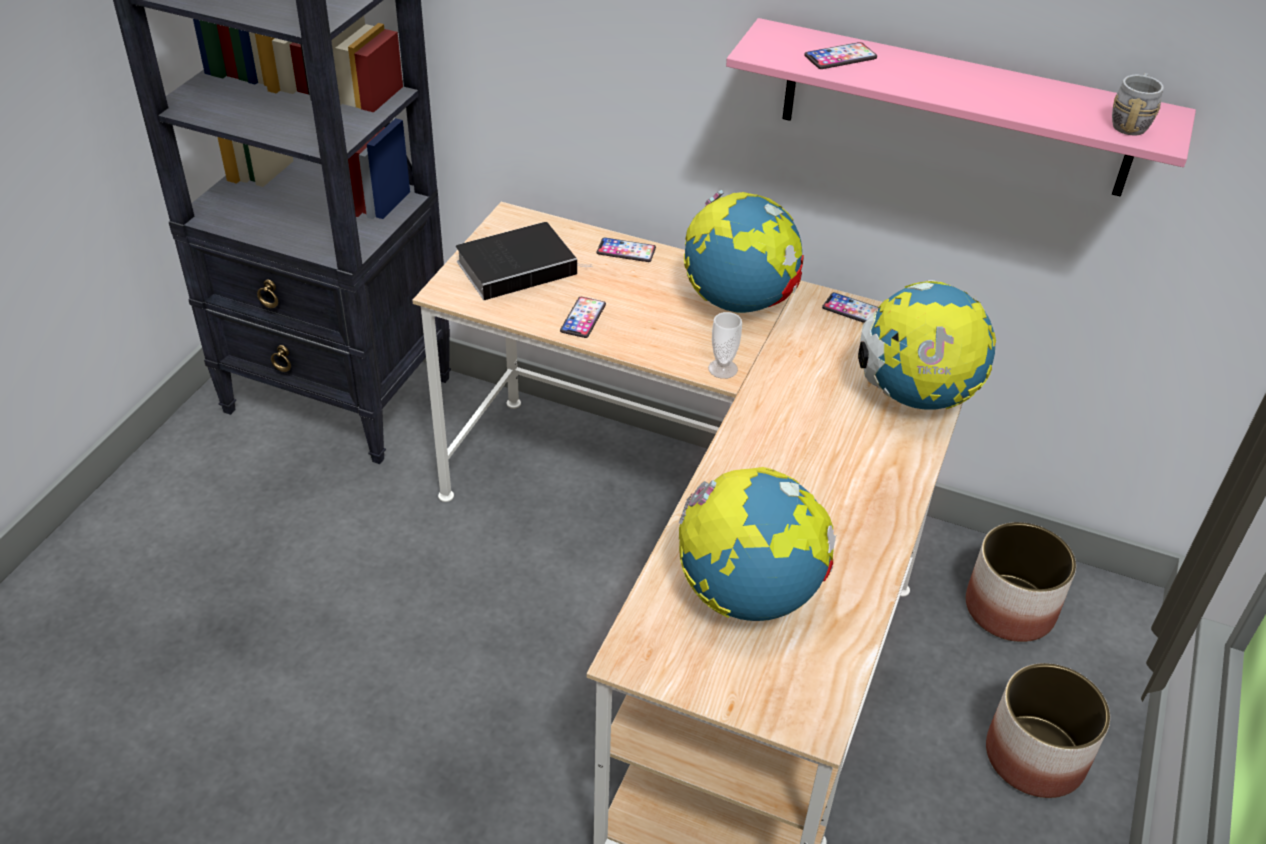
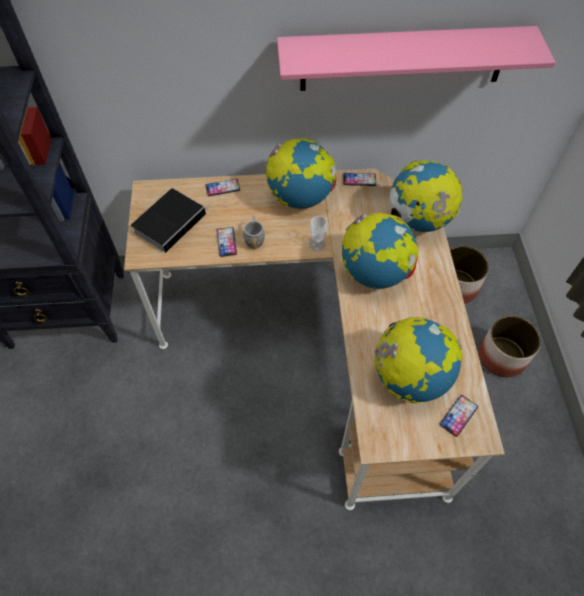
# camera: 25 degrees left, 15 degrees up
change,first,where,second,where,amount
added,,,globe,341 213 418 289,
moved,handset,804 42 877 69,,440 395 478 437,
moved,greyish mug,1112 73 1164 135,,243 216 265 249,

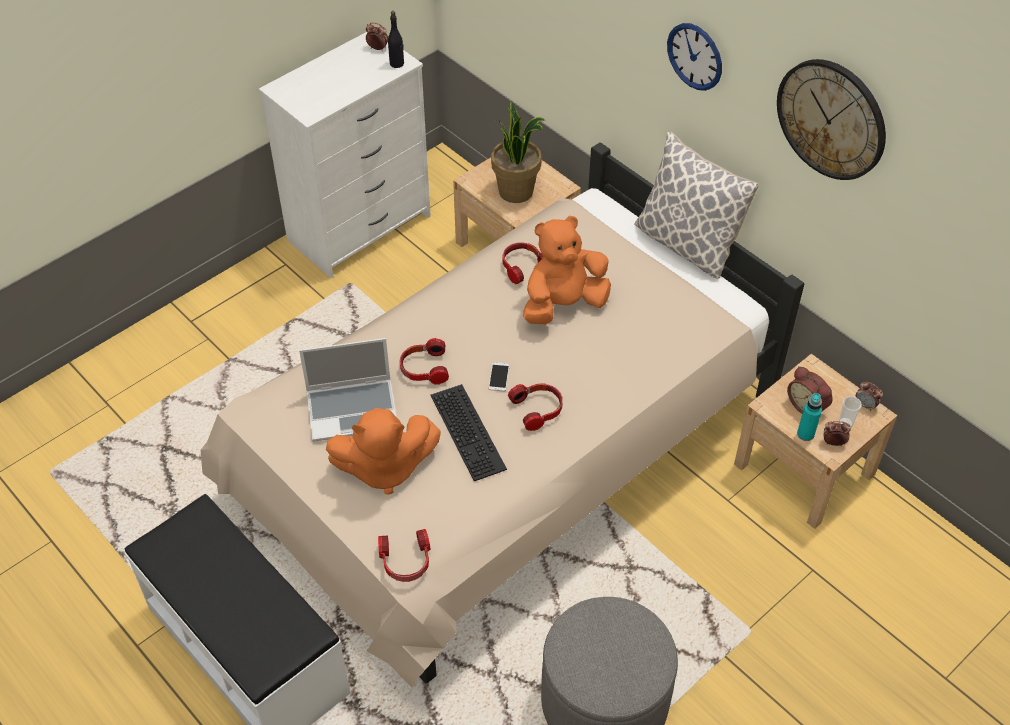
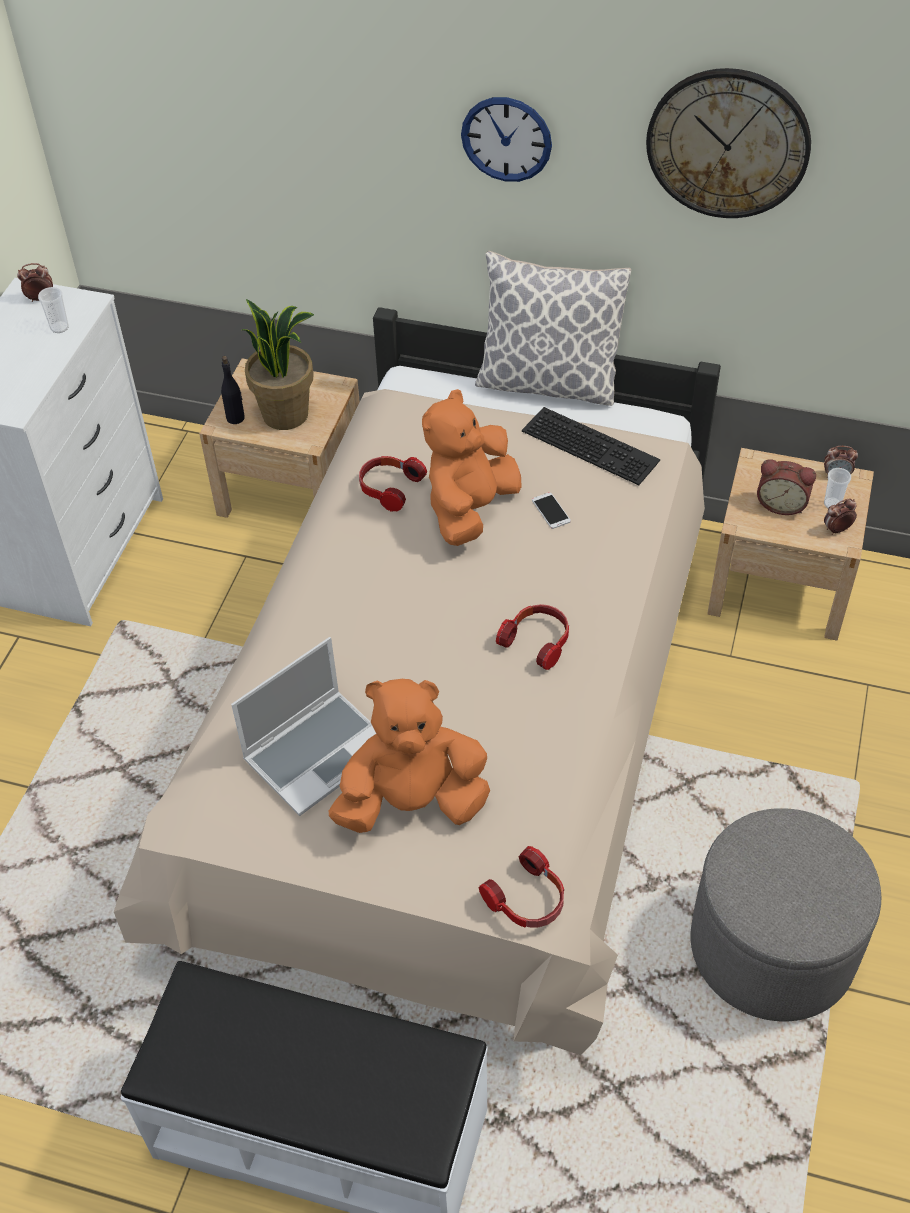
# camera: 30 degrees left, 0 degrees up
change,first,where,second,where,amount
removed,headphones,400 338 449 385,,,
removed,blue-green drink bottle,797 393 822 441,,,
added,,,small cup,38 287 69 333,
moved,black drink bottle,388 11 404 68,,221 356 245 424,
moved,computer keyboard,431 384 507 481,,522 407 660 485,
moved,handset,489 362 510 391,,532 492 571 529,
turned,orangey cuddly toy,326 408 441 495,,329 679 490 833,150 degrees counterclockwise

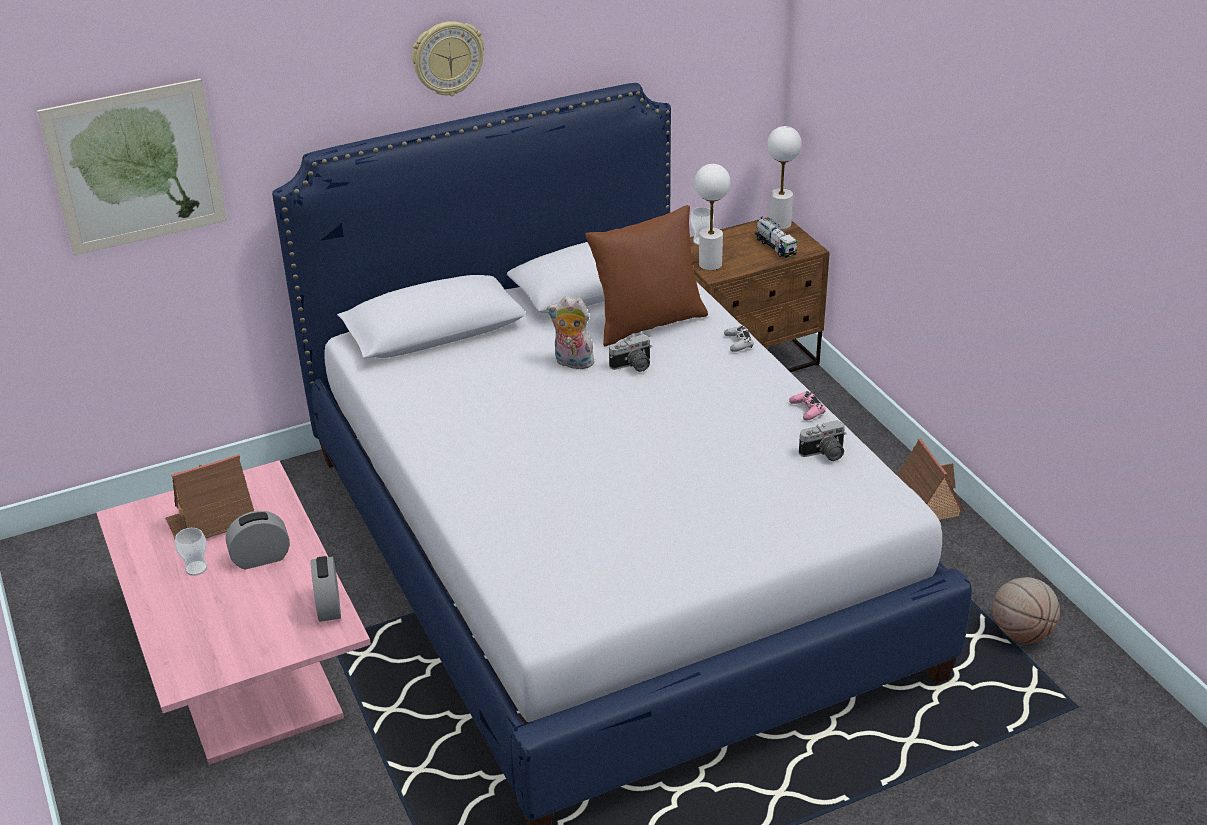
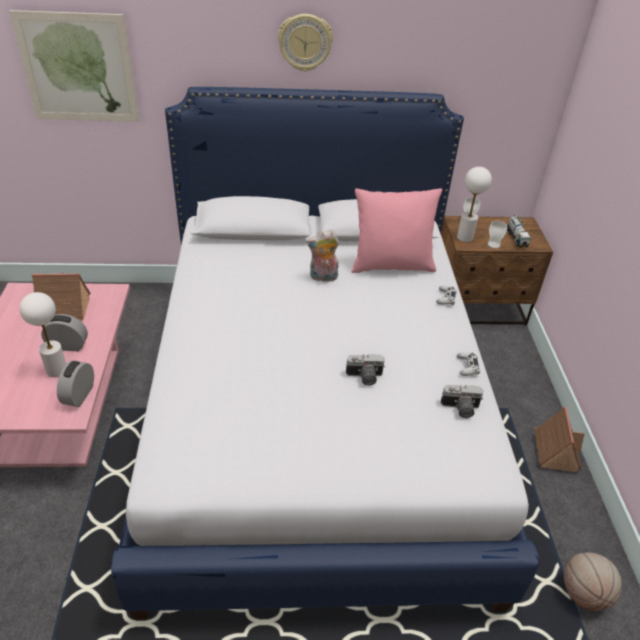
# camera: 20 degrees right, 5 degrees up
change,first,where,second,where,amount
moved,small cup,175 528 207 576,,488 221 507 249,
moved,still camera,609 334 652 372,,346 354 385 386,
moved,white table lamp,767 126 802 230,,20 292 66 377,
recoloured,brown cushion,585 205 708 347,pink-coloured cushion,352 189 442 273,
recoloured,pink-coloured game controller,789 391 826 420,white game controller,457 352 480 376,
turned,cuddly toy,547 296 594 369,,306 230 339 282,45 degrees counterclockwise

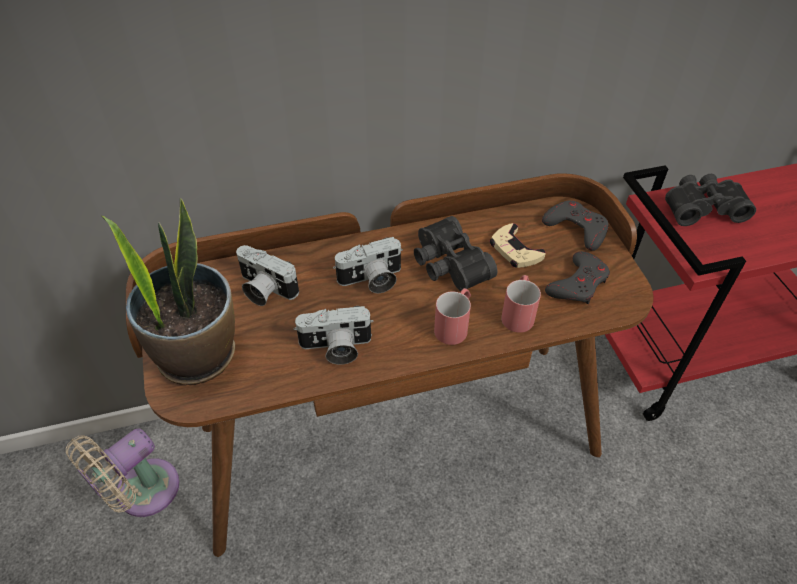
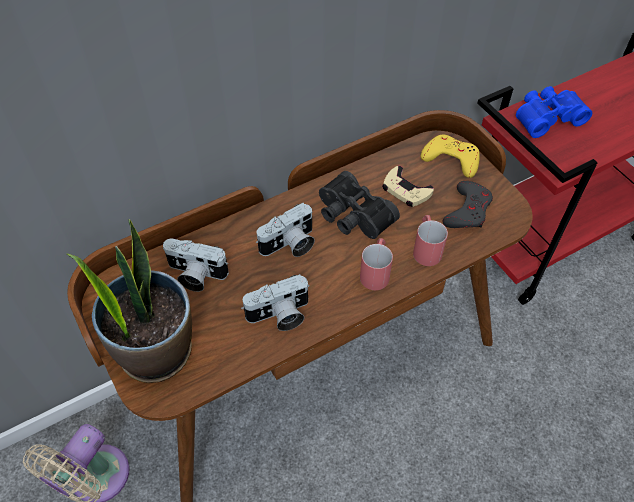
# camera: 15 degrees left, 5 degrees up
change,first,where,second,where,amount
recoloured,greyish game controller,542 200 609 251,yellow game controller,421 135 480 178,
recoloured,black pair of binoculars,665 173 756 226,blue-coloured pair of binoculars,516 86 592 138,

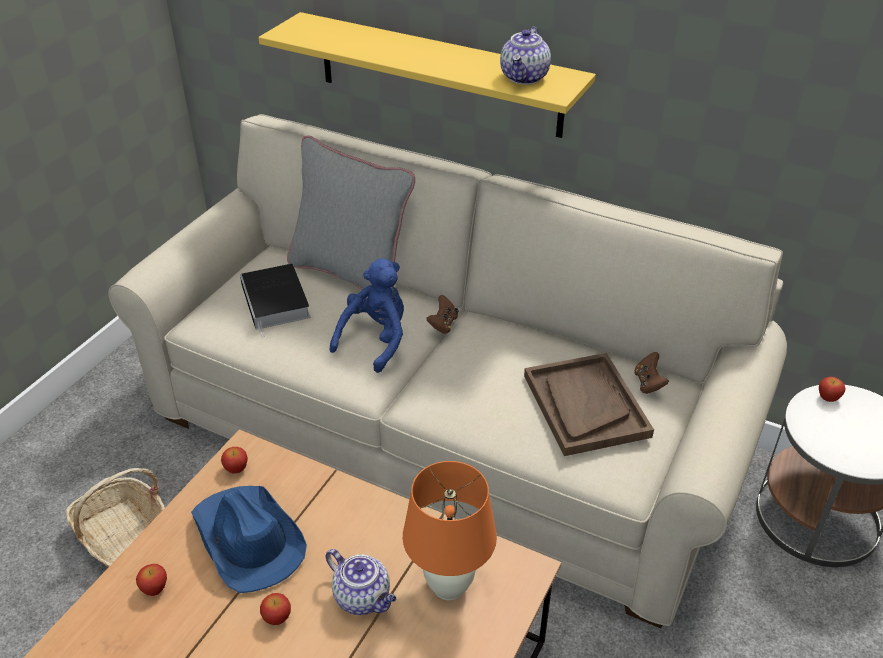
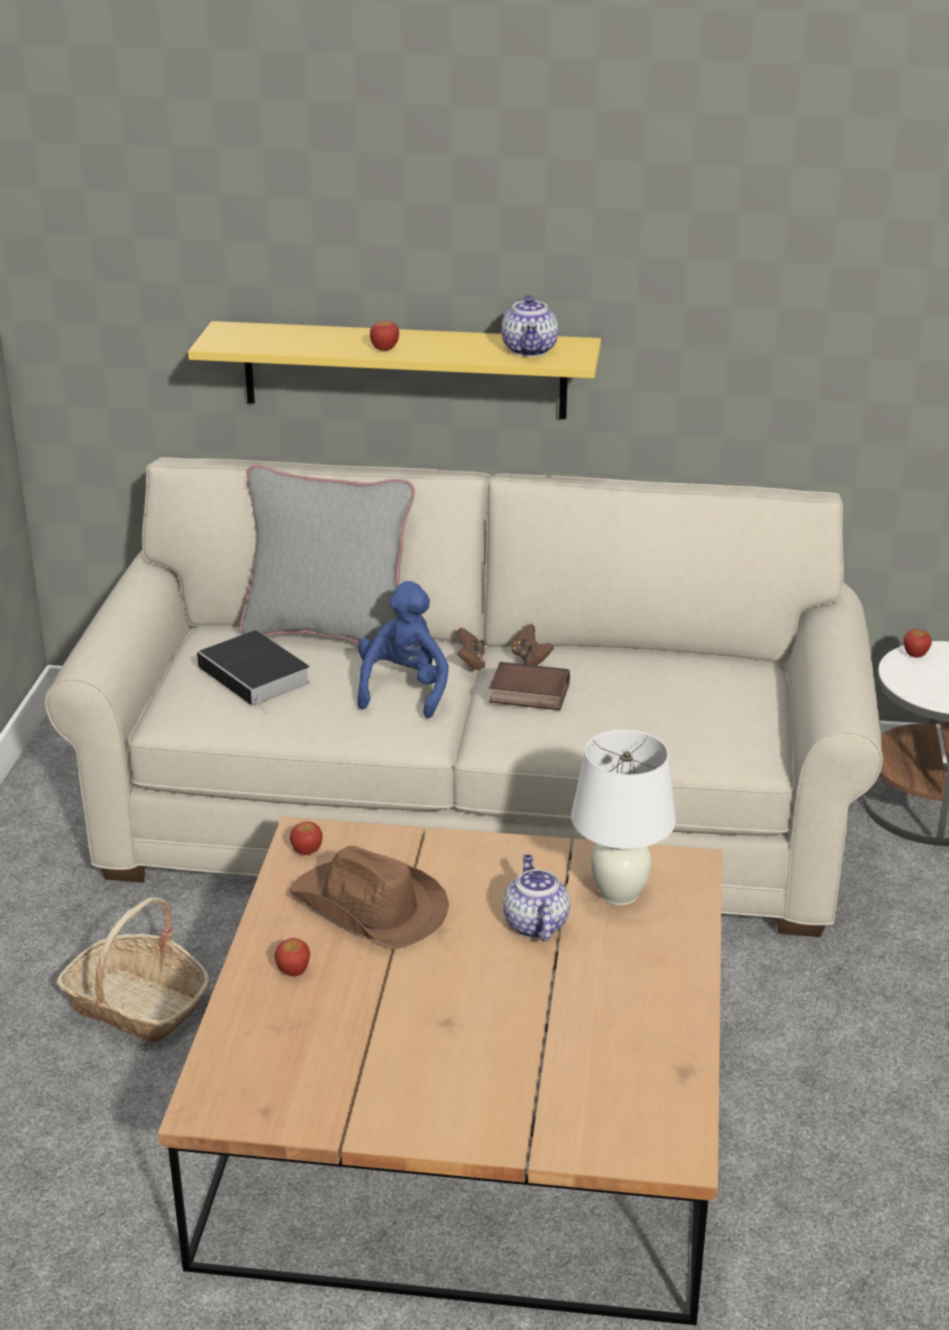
# camera: 20 degrees left, 10 degrees down
change,first,where,second,where,amount
removed,brown carrying tray,524 353 654 456,,,
added,,,book,489 662 570 711,
moved,apple fruit,260 593 291 625,,370 321 399 351,
moved,brown game controller,634 352 669 394,,512 624 554 666,
recoloured,blue-coloured hat,191 486 307 593,brown hat,290 846 449 949,
recoloured,orangey table lamp,403 461 497 600,white table lamp,571 730 676 906,
turned,teapot,326 549 397 615,,503 855 570 941,120 degrees counterclockwise

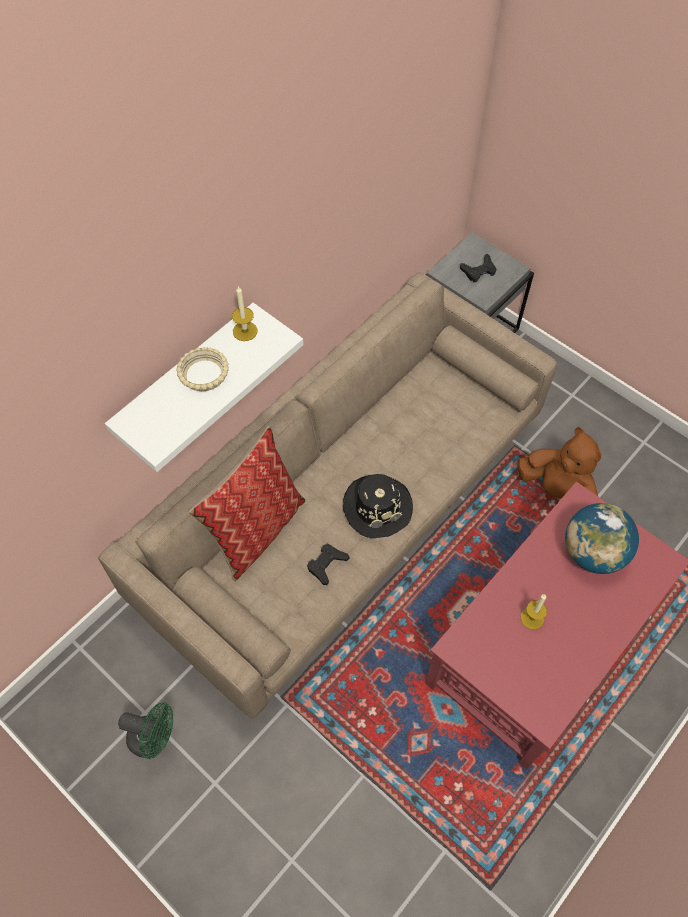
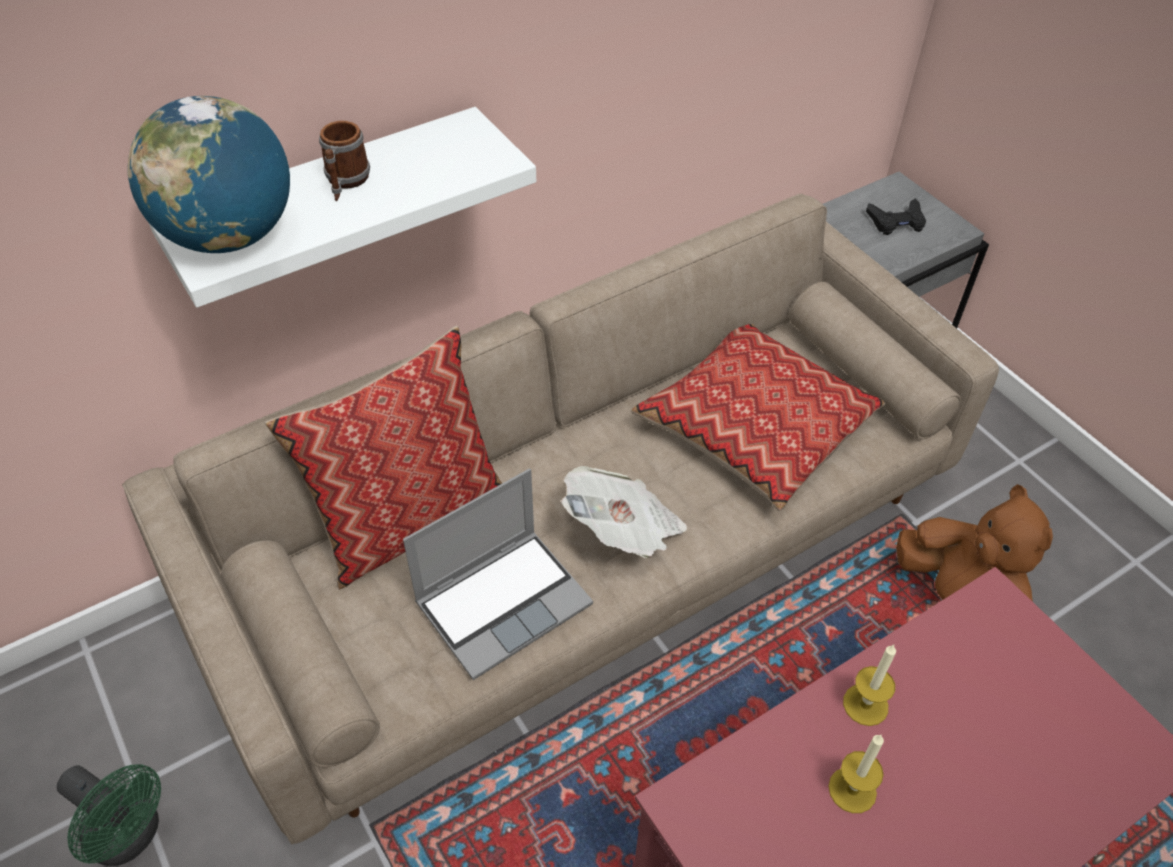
# camera: 15 degrees right, 10 degrees down
change,first,where,second,where,amount
added,,,cushion,631 324 885 511,
moved,wax candle,232 286 258 341,,843 645 896 726,
moved,globe,565 503 639 574,,127 96 290 253,
replaced,beige-coloured deep dish,176 347 229 391,mug,319 121 370 201,
replaced,black game controller,307 544 350 585,notebook computer,403 469 593 680,
replaced,black hat,343 474 413 539,daily paper,561 466 687 558,

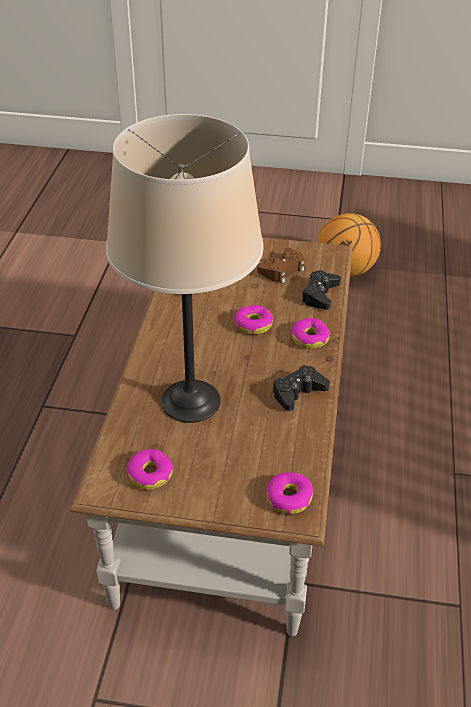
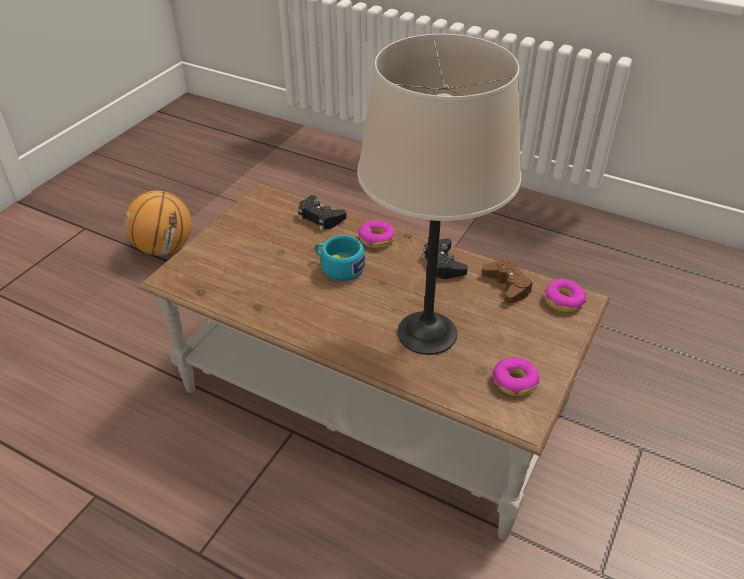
# camera: 70 degrees left, 0 degrees up
change,first,where,second,where,amount
moved,brown game controller,257 248 304 283,,482 259 533 303,
replaced,ring doughnut,234 305 273 335,blue-green small cup,315 235 365 281,

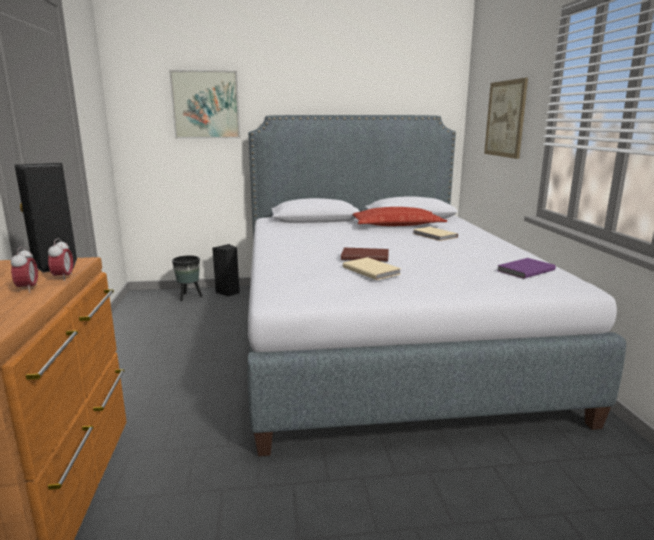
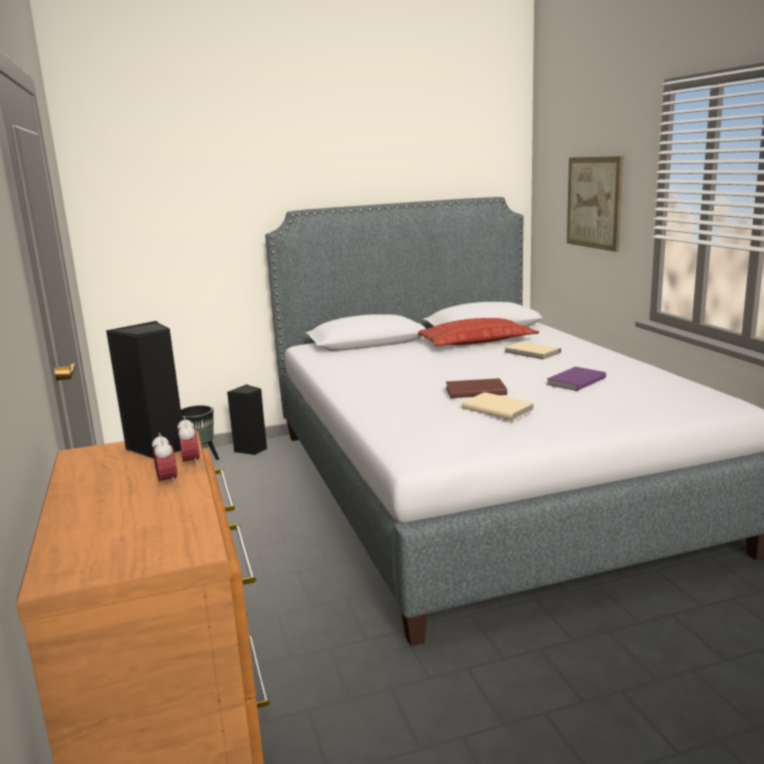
# camera: 10 degrees left, 0 degrees up
change,first,where,second,where,amount
removed,wall picture,169 70 240 139,,,
moved,purplish book,497 258 556 279,,547 367 606 391,

